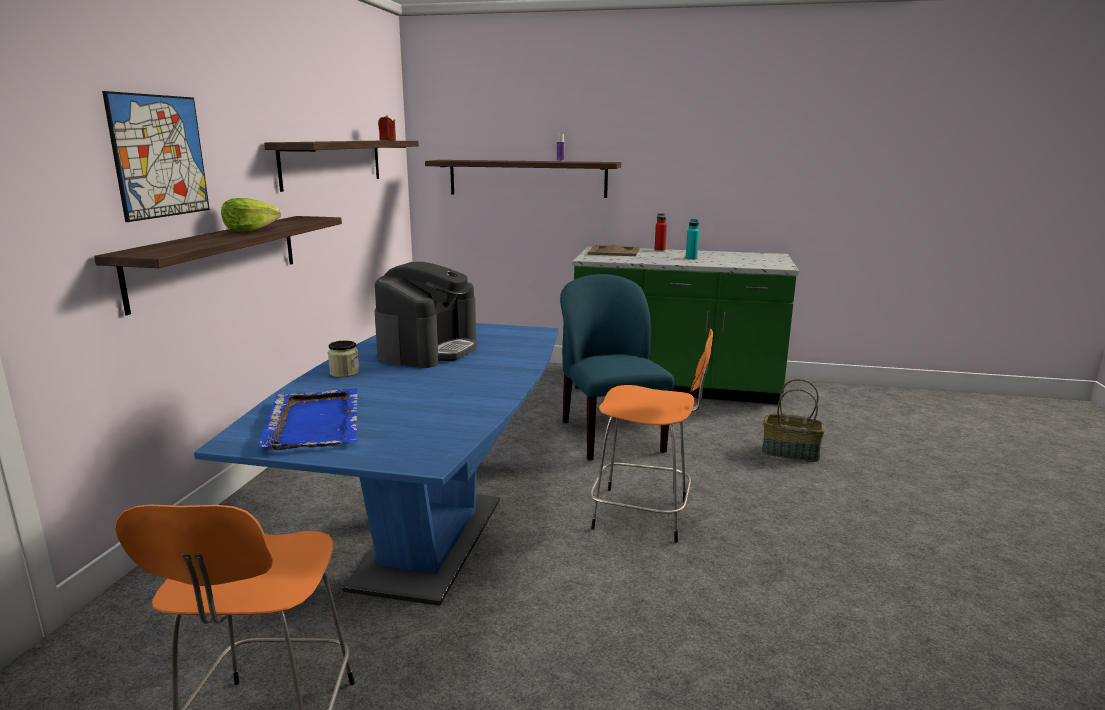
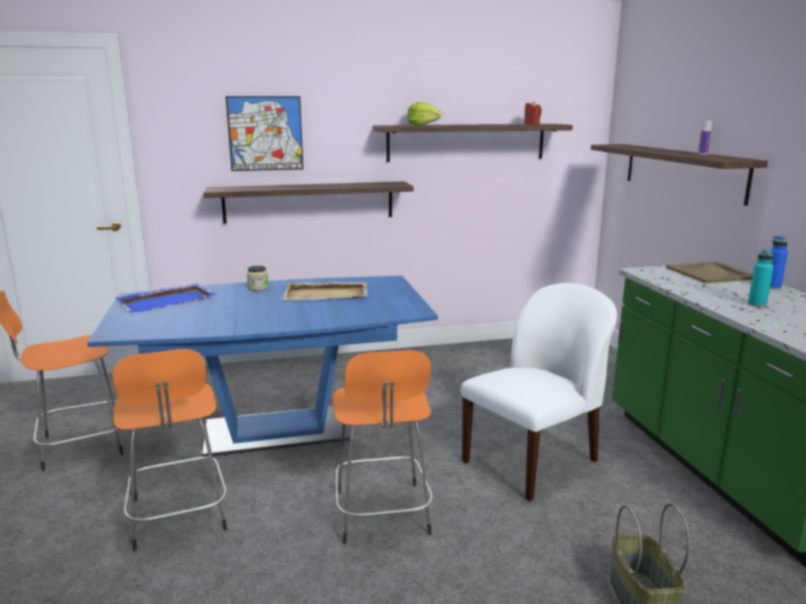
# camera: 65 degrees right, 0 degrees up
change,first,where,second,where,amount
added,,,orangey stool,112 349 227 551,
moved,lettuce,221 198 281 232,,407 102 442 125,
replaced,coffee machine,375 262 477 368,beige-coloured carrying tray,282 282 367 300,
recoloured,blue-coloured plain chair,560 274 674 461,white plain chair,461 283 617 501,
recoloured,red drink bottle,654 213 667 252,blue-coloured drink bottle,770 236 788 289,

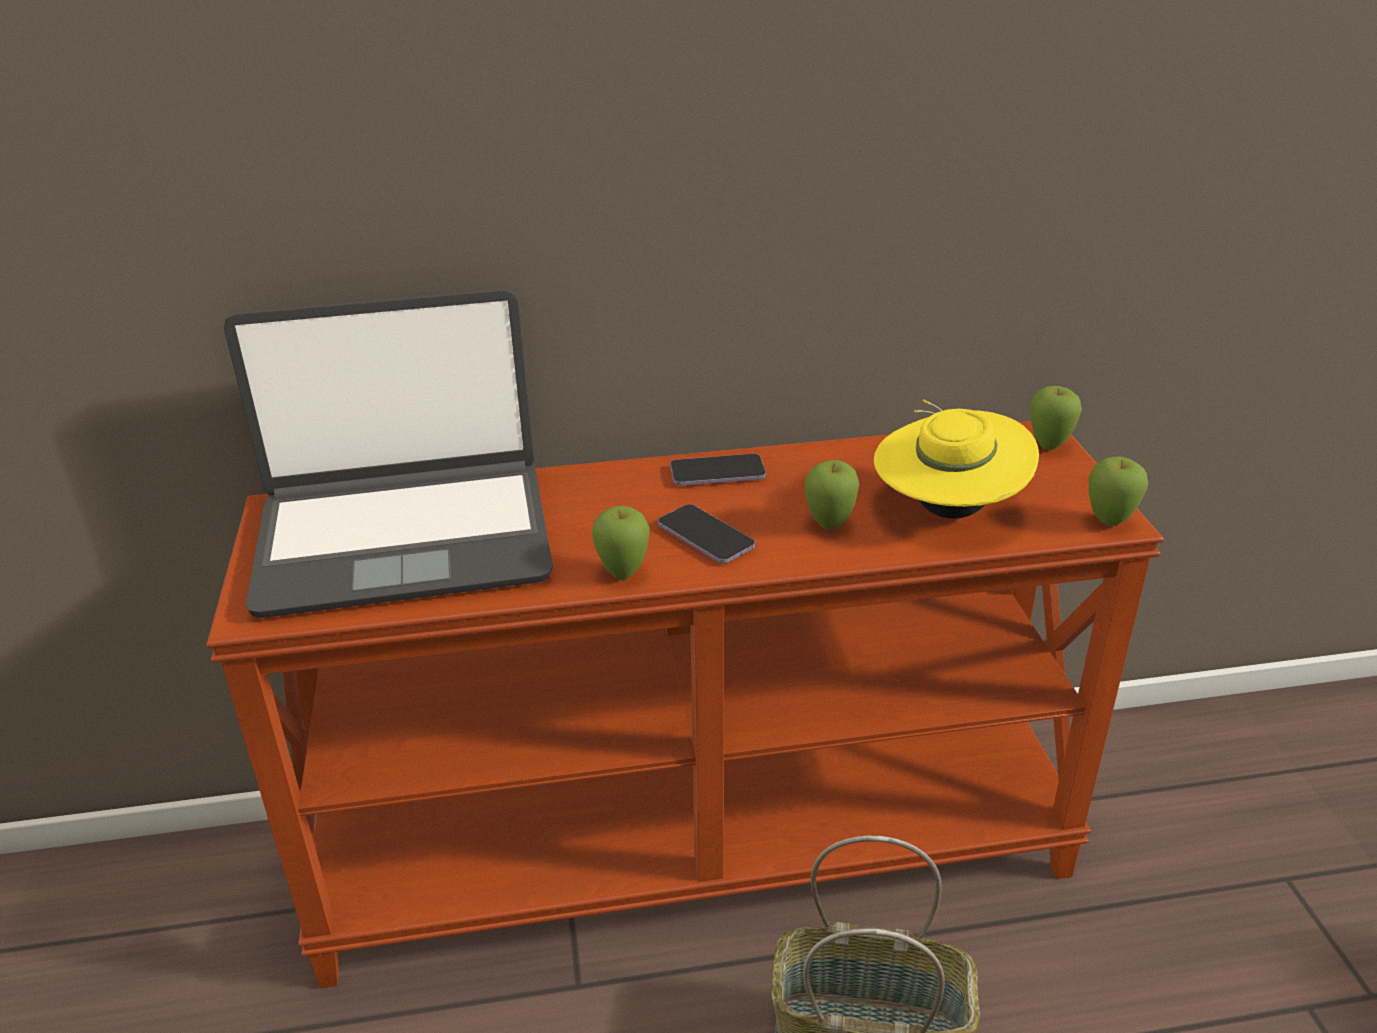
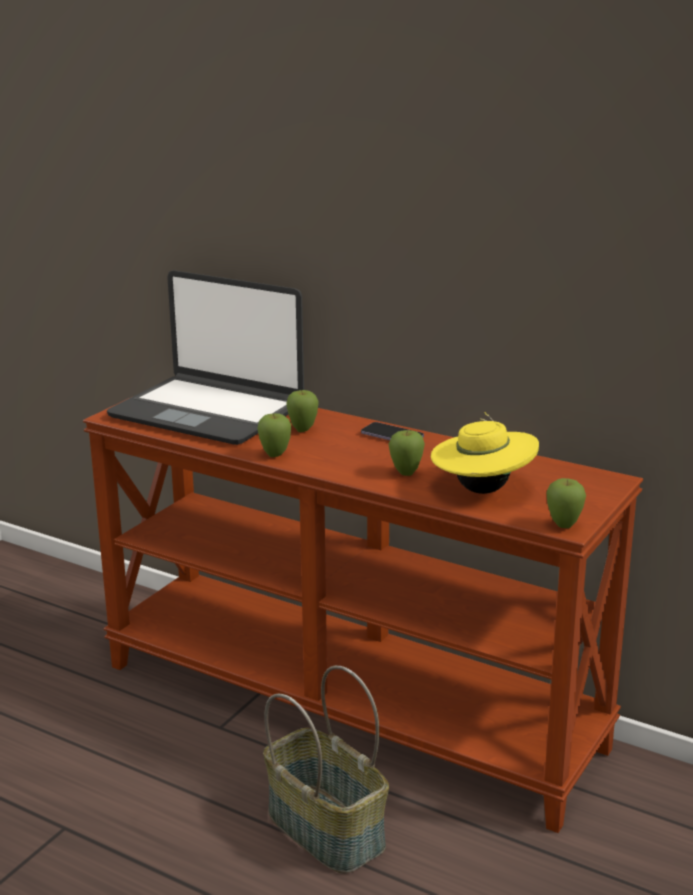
# camera: 40 degrees right, 10 degrees down
change,first,where,second,where,amount
removed,handset,658 504 755 564,,,
moved,apple fruit,1030 386 1082 450,,286 390 319 432,

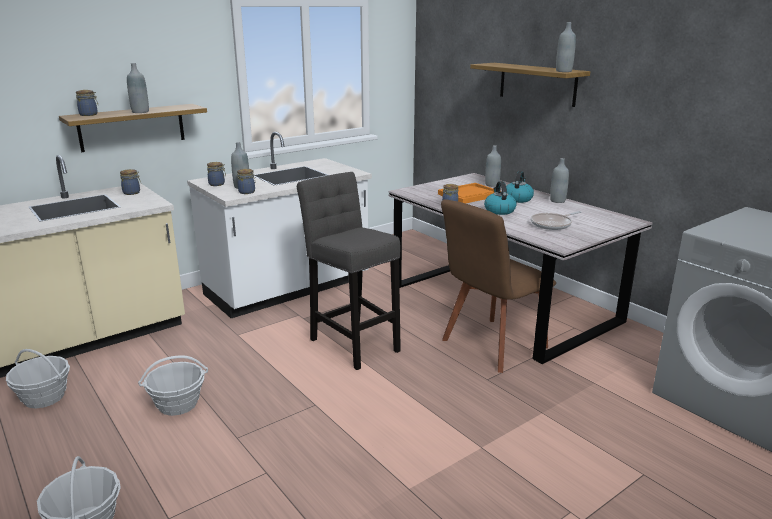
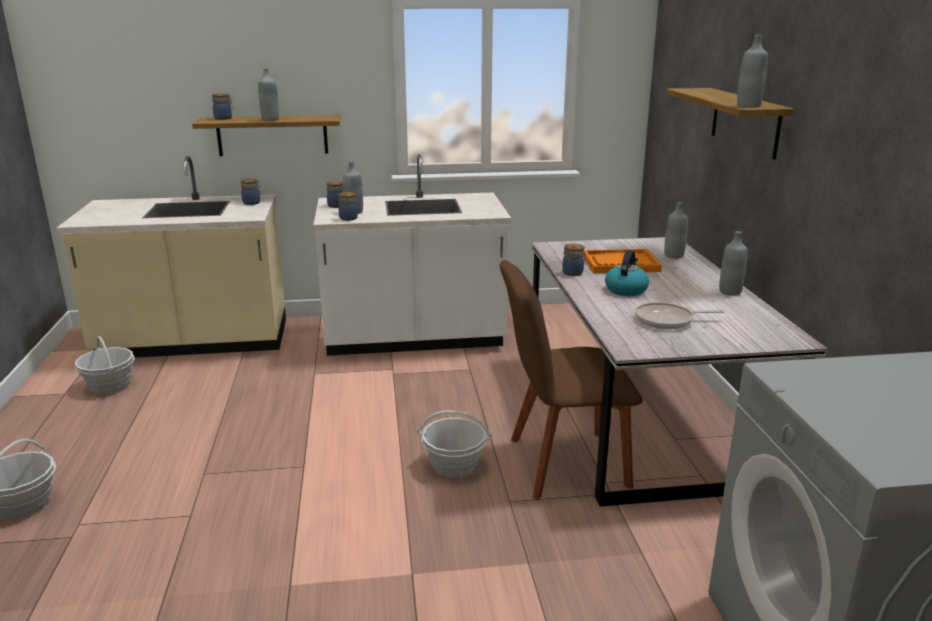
# camera: 30 degrees right, 0 degrees up
change,first,where,second,where,amount
removed,greyish stool,297 172 401 370,,,
removed,water kettle,506 171 534 203,,,
moved,household basket,138 355 208 416,,417 410 492 478,

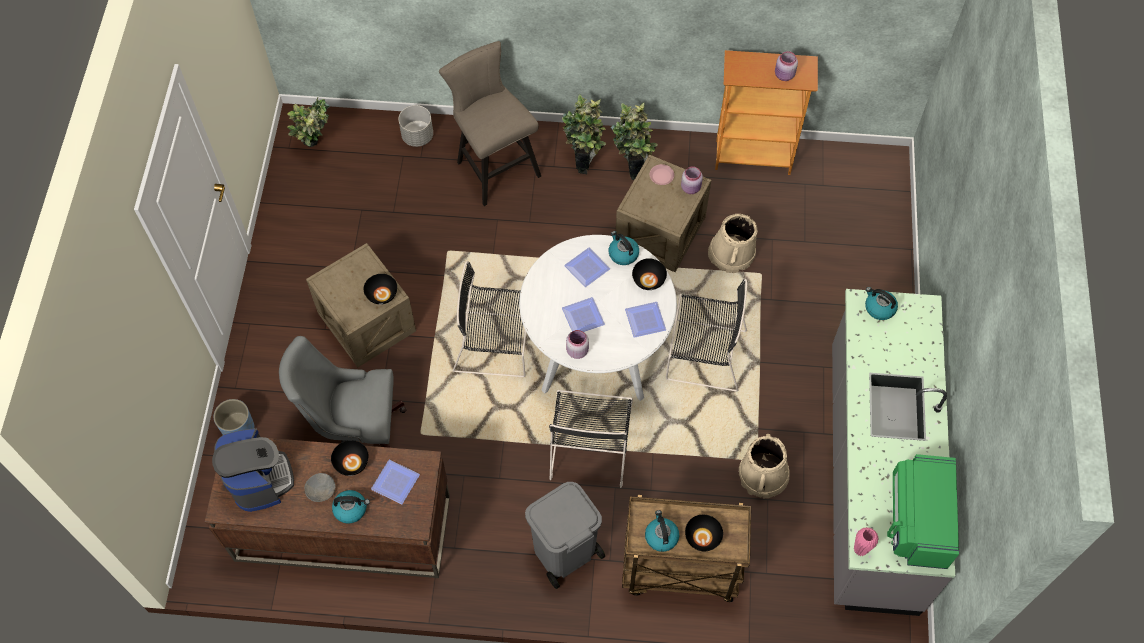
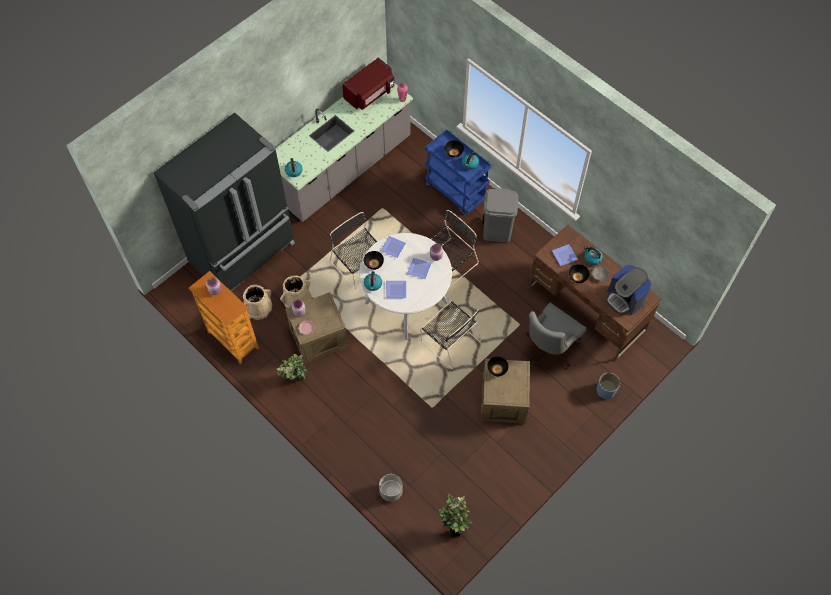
# camera: 140 degrees left, 0 degrees up
change,first,where,second,where,amount
removed,beige-coloured stool,439 41 541 206,,,
removed,houseplant,562 94 606 174,,,
added,,,black fridge,154 113 295 291,
moved,beige-coloured bucket,739 434 790 498,,243 285 272 320,
recoloured,brown trolley,622 495 751 602,blue-coloured trolley,425 129 491 215,
recoloured,greenish microwave,887 454 959 569,red microwave,342 58 394 109,
turned,coffee machine,212 428 294 512,,606 265 651 315,60 degrees counterclockwise
turned,greyish desk chair,279 336 407 448,,526 302 587 369,90 degrees clockwise

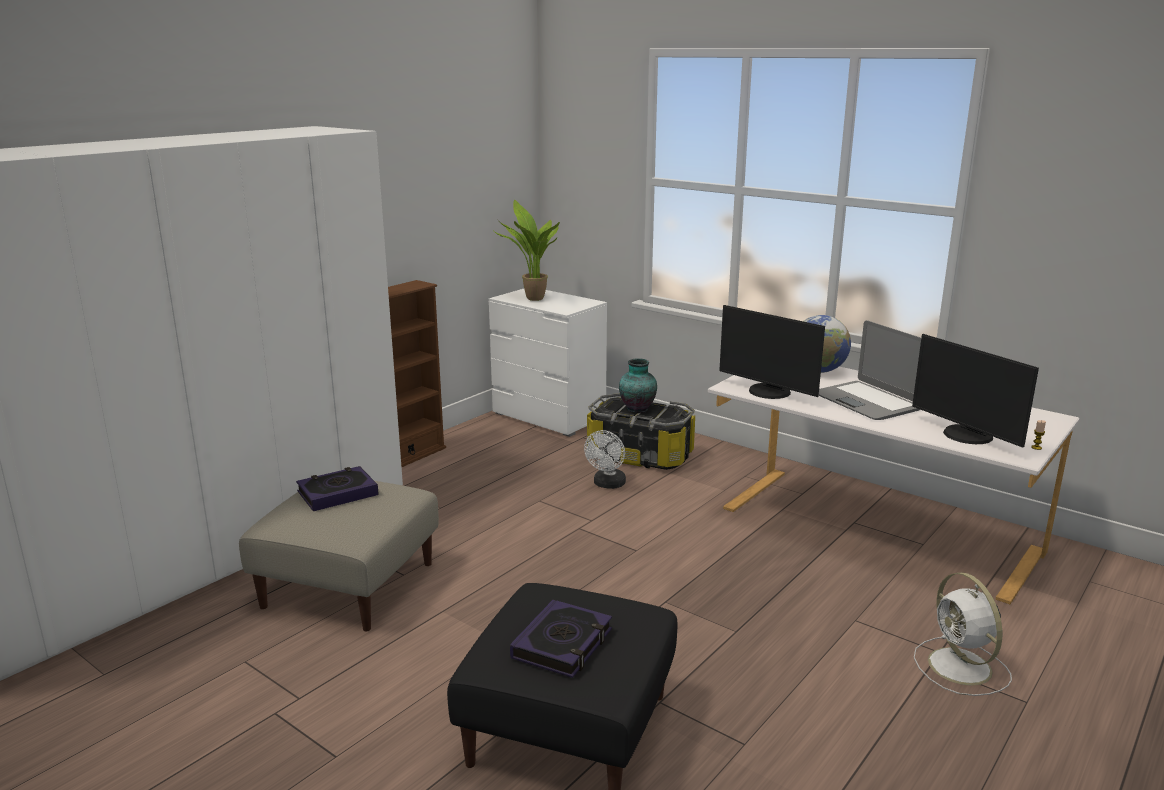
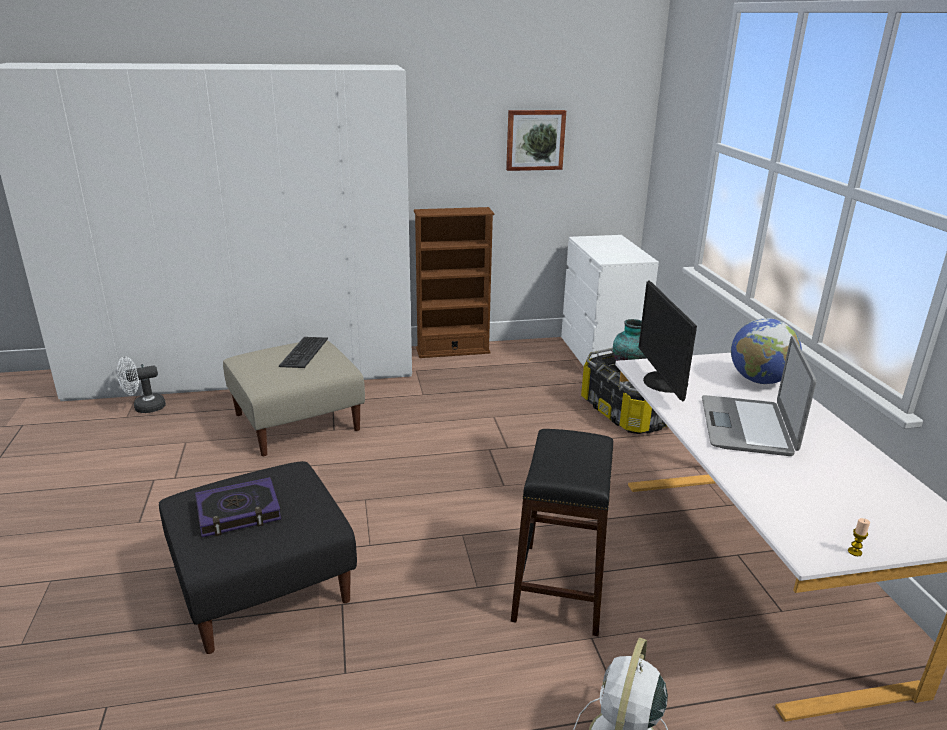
# camera: 40 degrees right, 5 degrees up
change,first,where,second,where,amount
removed,houseplant,493 200 560 301,,,
removed,computer screen,912 334 1039 448,,,
added,,,wall picture,506 110 566 171,
added,,,black stool,511 429 613 636,
moved,white electric fan,584 430 626 489,,117 356 166 413,
replaced,book,296 466 378 511,computer keyboard,279 337 328 368,

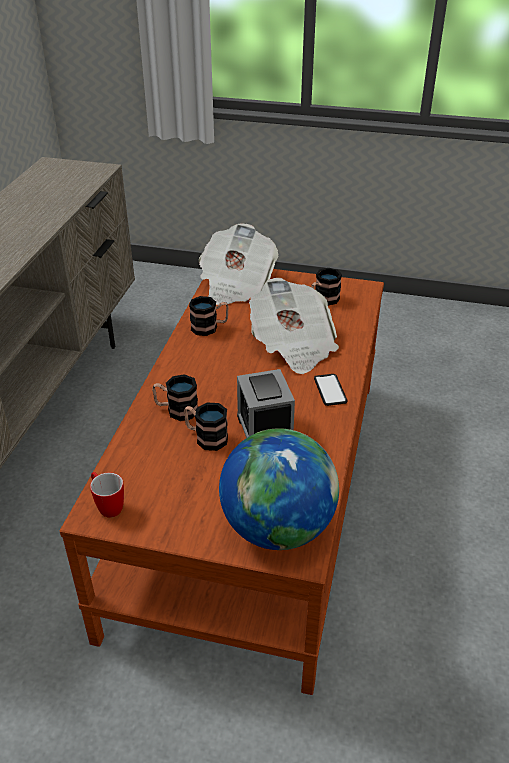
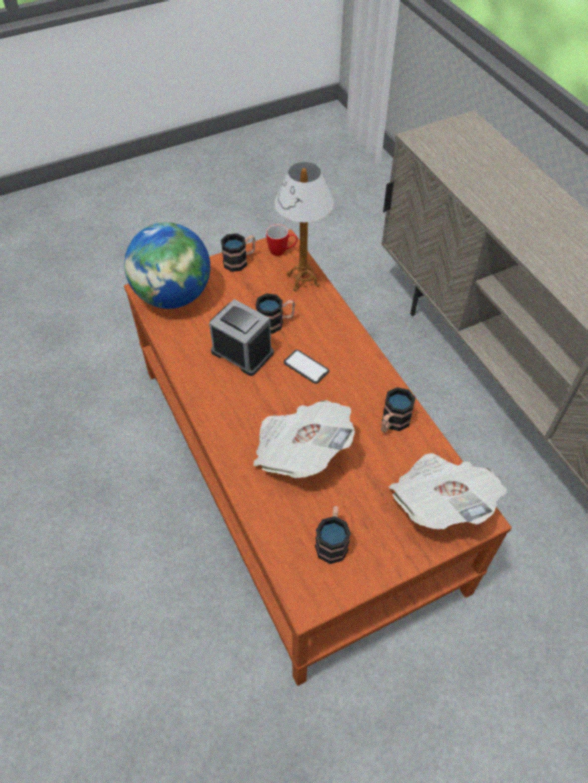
# camera: 140 degrees right, 15 degrees up
change,first,where,second,where,amount
added,,,table lamp,274 162 334 291,
moved,mug,152 374 198 421,,221 233 255 272,
moved,handset,314 374 347 406,,284 350 329 384,

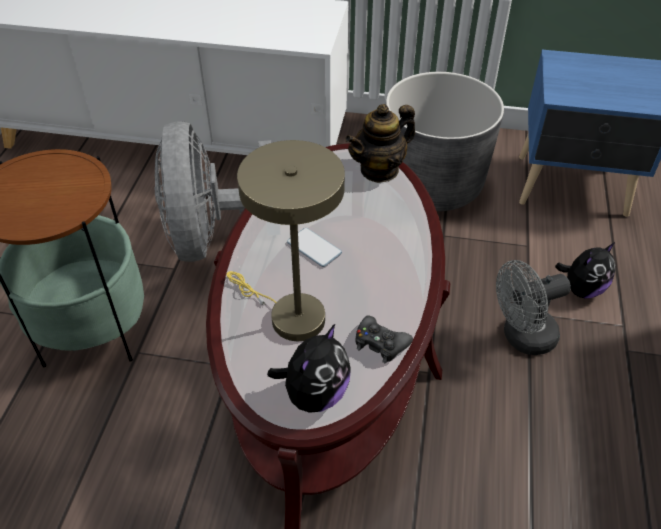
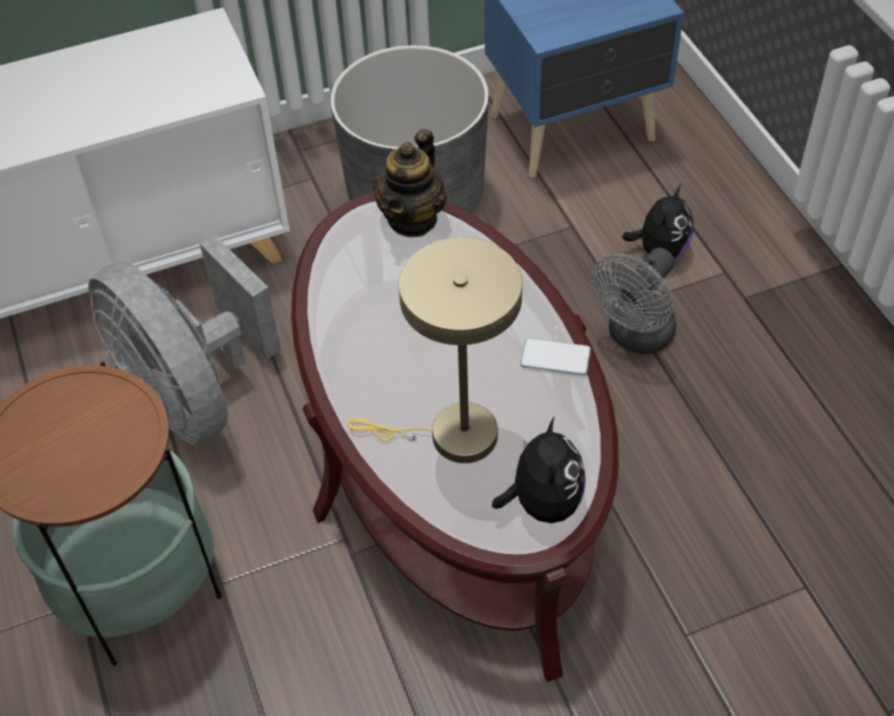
# camera: 30 degrees left, 5 degrees up
change,first,where,second,where,amount
removed,black game controller,355 315 413 363,,,
moved,handset,287 228 342 267,,520 338 591 375,

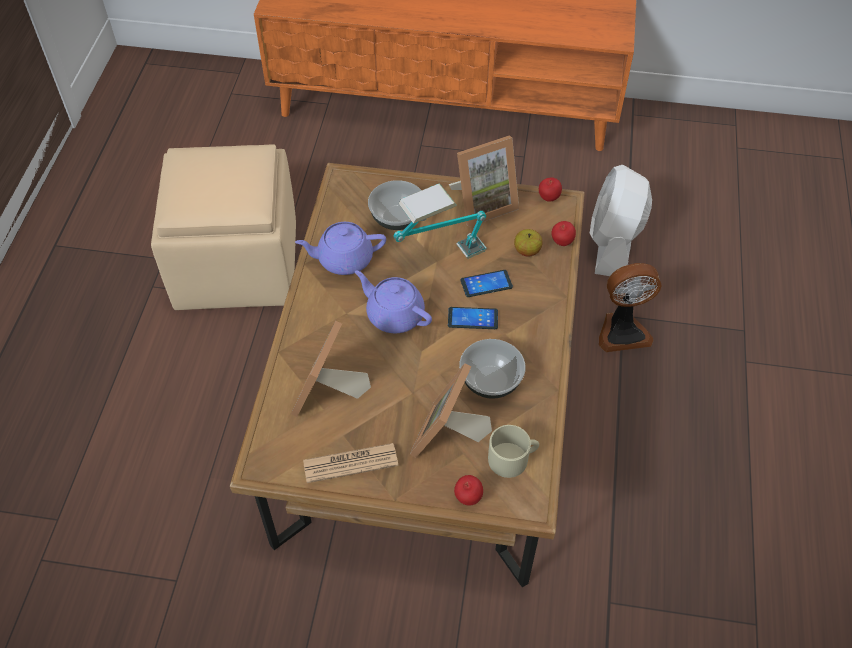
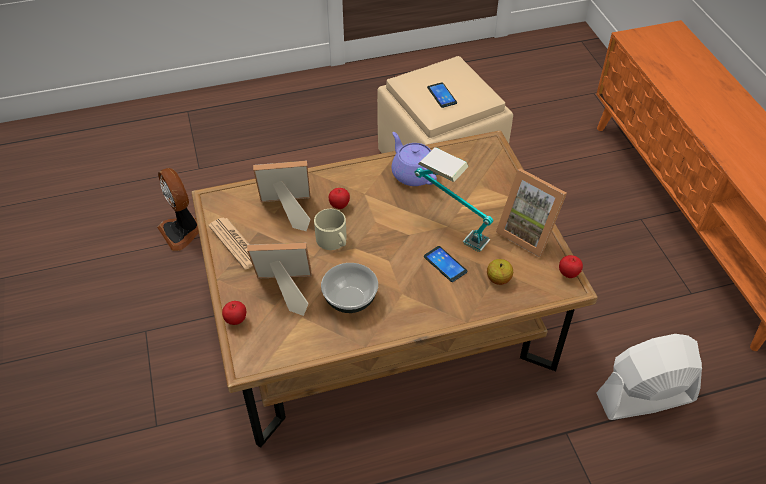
# camera: 65 degrees right, 5 degrees down
change,first,where,second,where,amount
removed,purplish teapot,355 270 432 334,,,
removed,deep dish,368 180 422 230,,,
moved,handset,448 307 498 329,,427 82 457 108,
moved,beige-coloured mug,488 425 539 478,,314 209 346 250,
moved,apple fruit,551 221 576 246,,329 188 350 209,
moved,electric fan,599 263 662 352,,157 168 199 251,

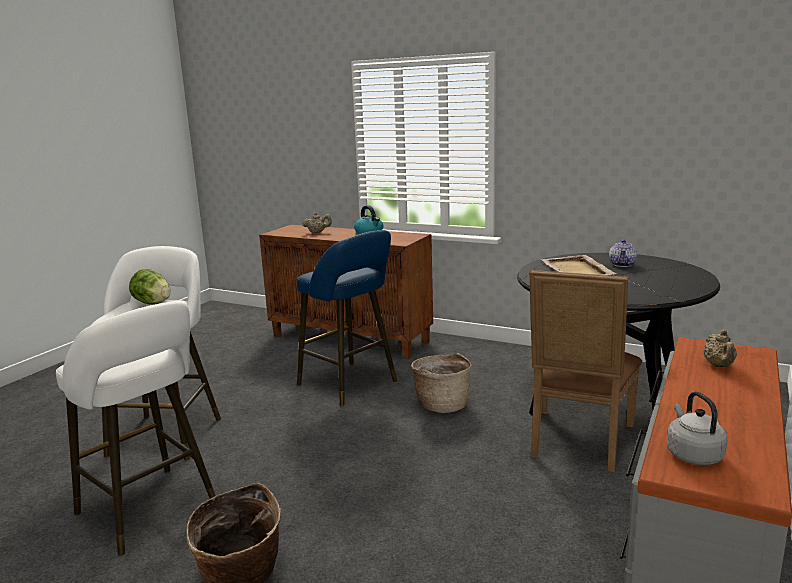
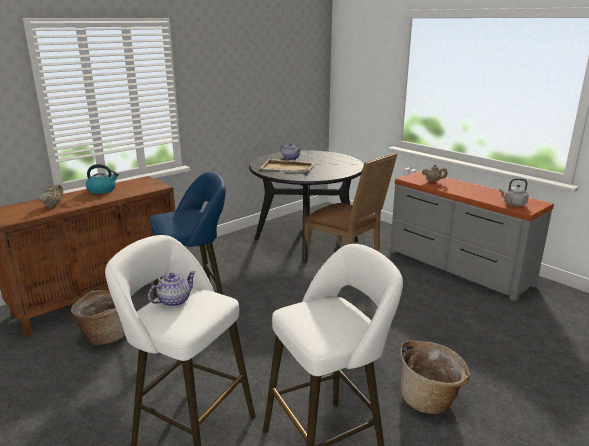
# camera: 70 degrees left, 5 degrees up
change,first,where,second,where,amount
moved,household basket,411 353 472 413,,71 290 125 346,
replaced,lettuce,129 269 171 305,teapot,148 271 196 307,

